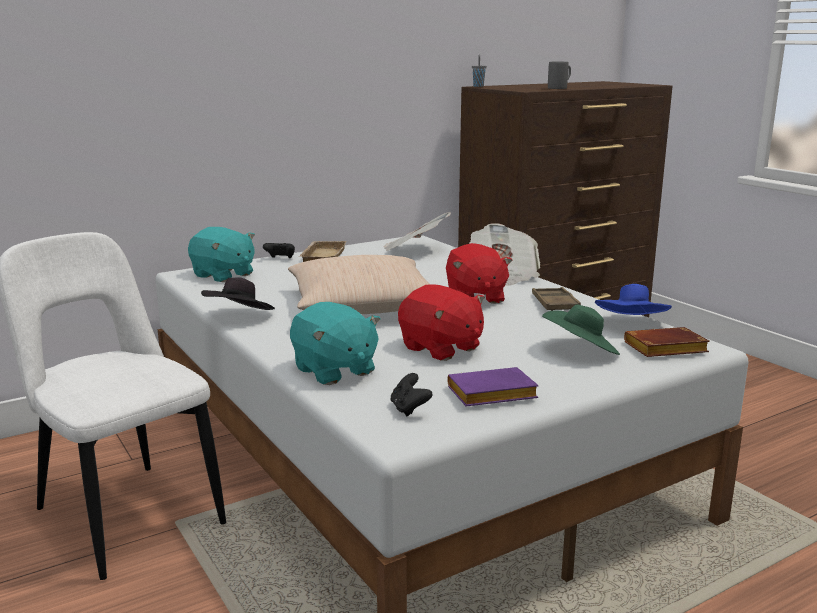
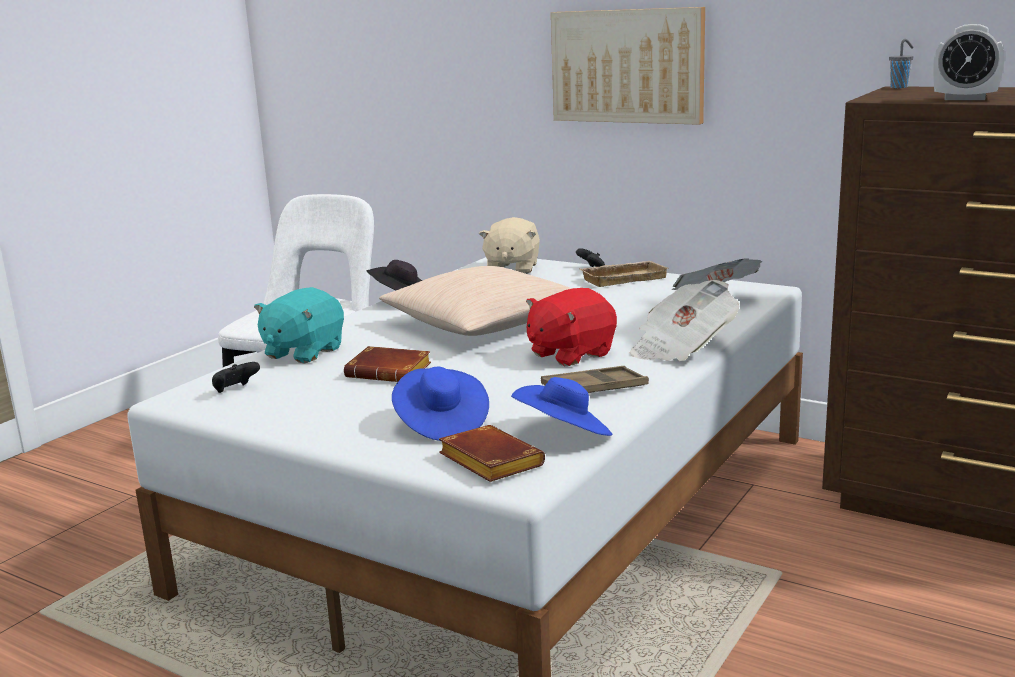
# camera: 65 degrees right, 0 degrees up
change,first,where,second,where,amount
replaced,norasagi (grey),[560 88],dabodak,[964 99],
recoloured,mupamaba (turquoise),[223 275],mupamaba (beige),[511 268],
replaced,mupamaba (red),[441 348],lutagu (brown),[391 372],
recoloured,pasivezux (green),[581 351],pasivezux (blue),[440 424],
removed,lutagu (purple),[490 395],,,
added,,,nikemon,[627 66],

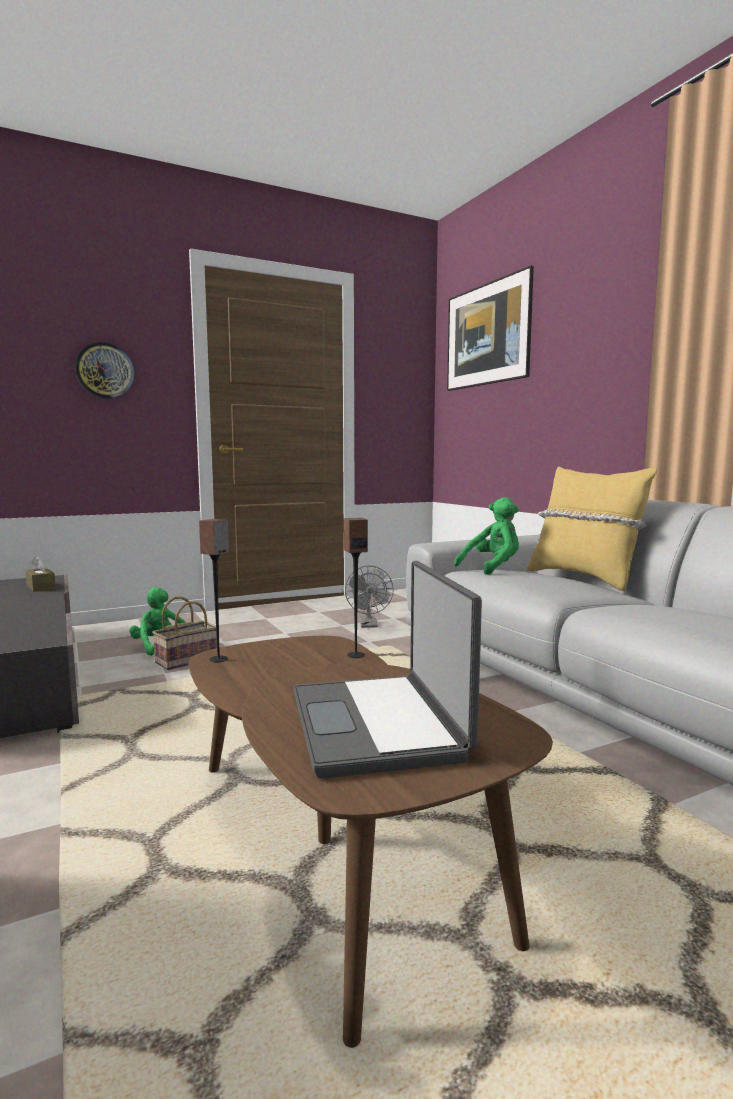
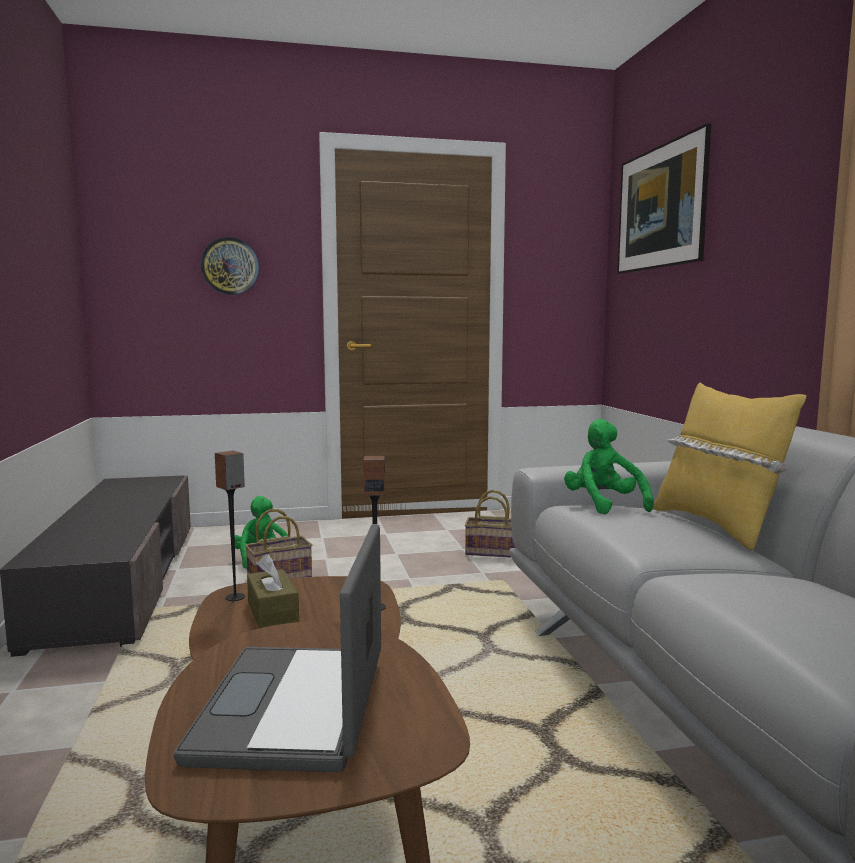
# camera: 15 degrees right, 0 degrees up
change,first,where,second,where,amount
turned,mupamaba (green),[492 568],,[603 505],90 degrees counterclockwise
moved,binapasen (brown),[41 587],,[272 612],
replaced,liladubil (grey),[369 625],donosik,[494 551],

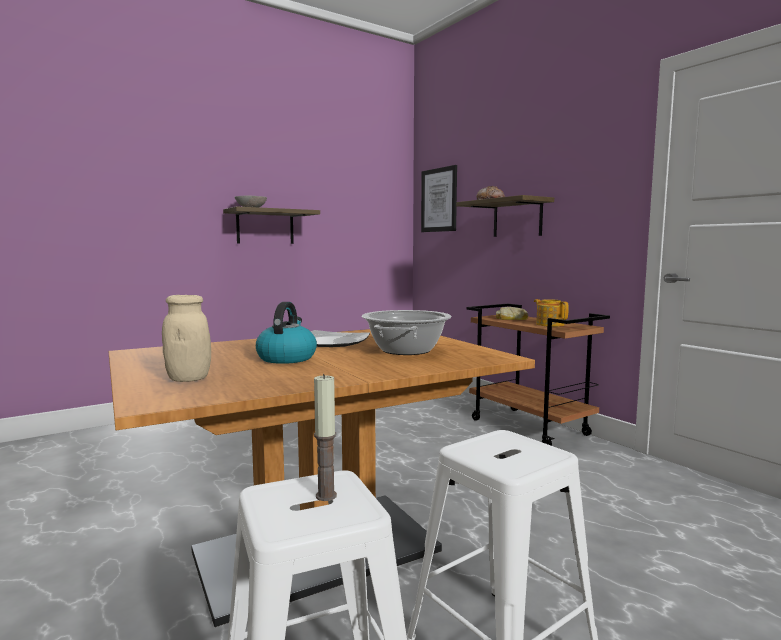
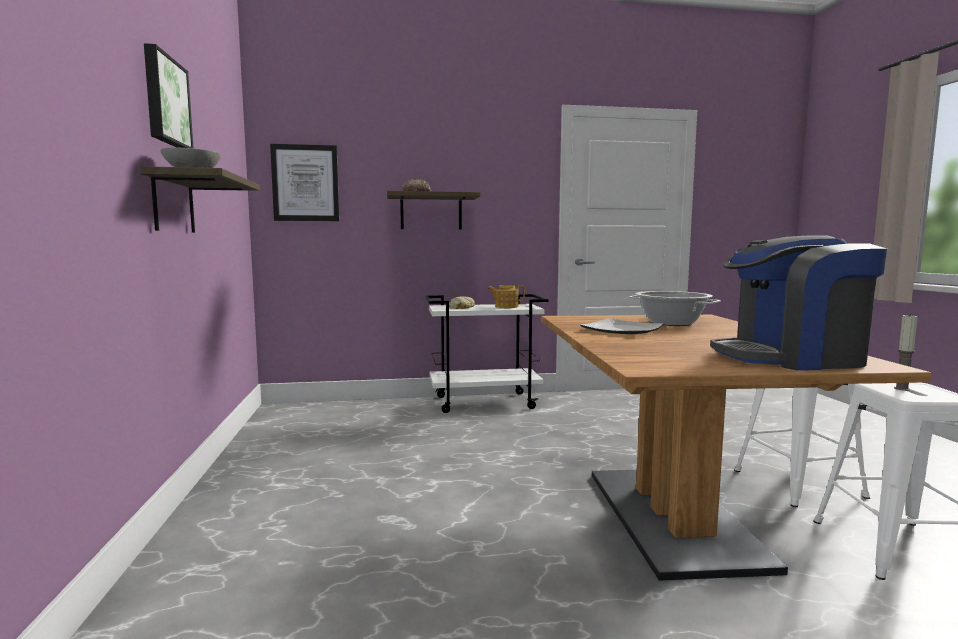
# camera: 65 degrees left, 0 degrees up
change,first,where,second,where,amount
replaced,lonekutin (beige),[188 379],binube,[791 358],
removed,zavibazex,[286 358],,,
recoloured,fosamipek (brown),[530 427],fosamipek (white),[485 402],
added,,,nikemon,[165 101],

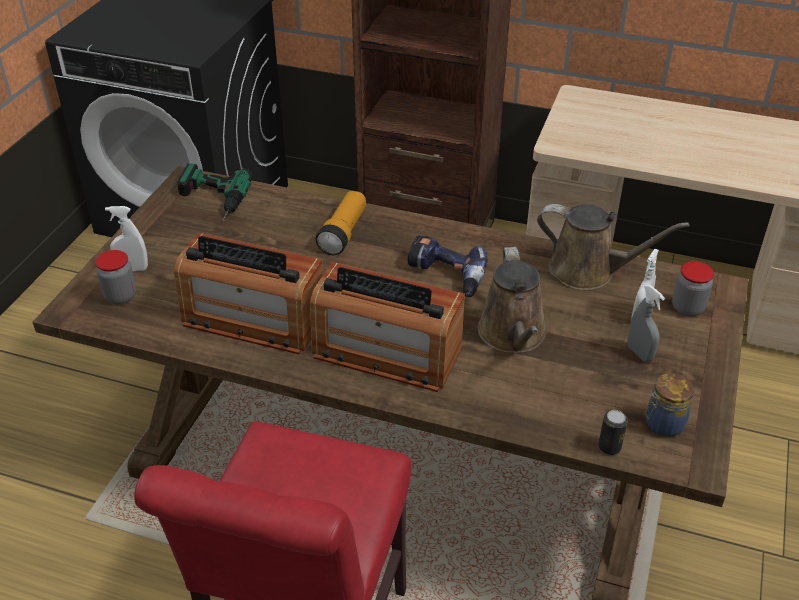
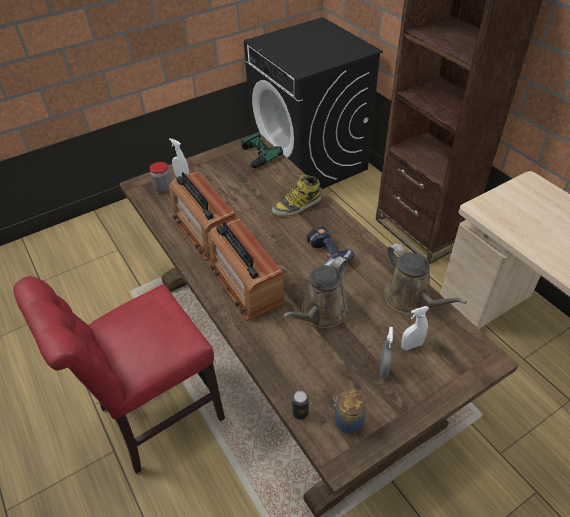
# camera: 40 degrees right, 5 degrees up
change,first,where,second,where,amount
replaced,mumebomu,[343 233],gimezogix,[297 206],
removed,lonekutin,[687 308],,,

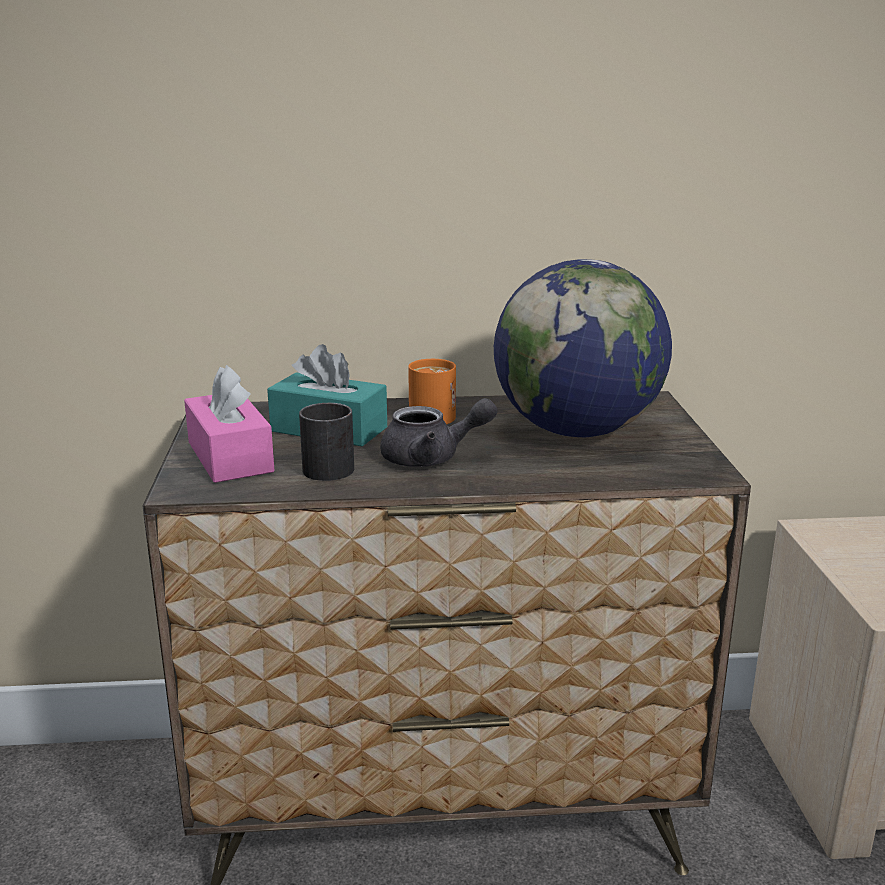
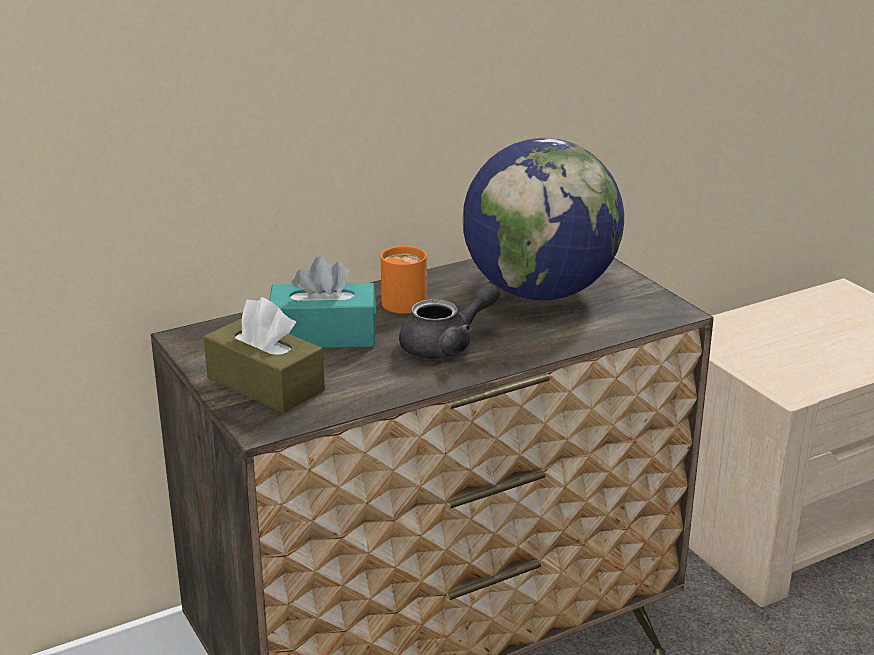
# camera: 25 degrees left, 5 degrees up
change,first,where,second,where,amount
recoloured,binapasen (pink),[230 457],binapasen (brown),[265 384],
removed,norasagi (black),[331 465],,,

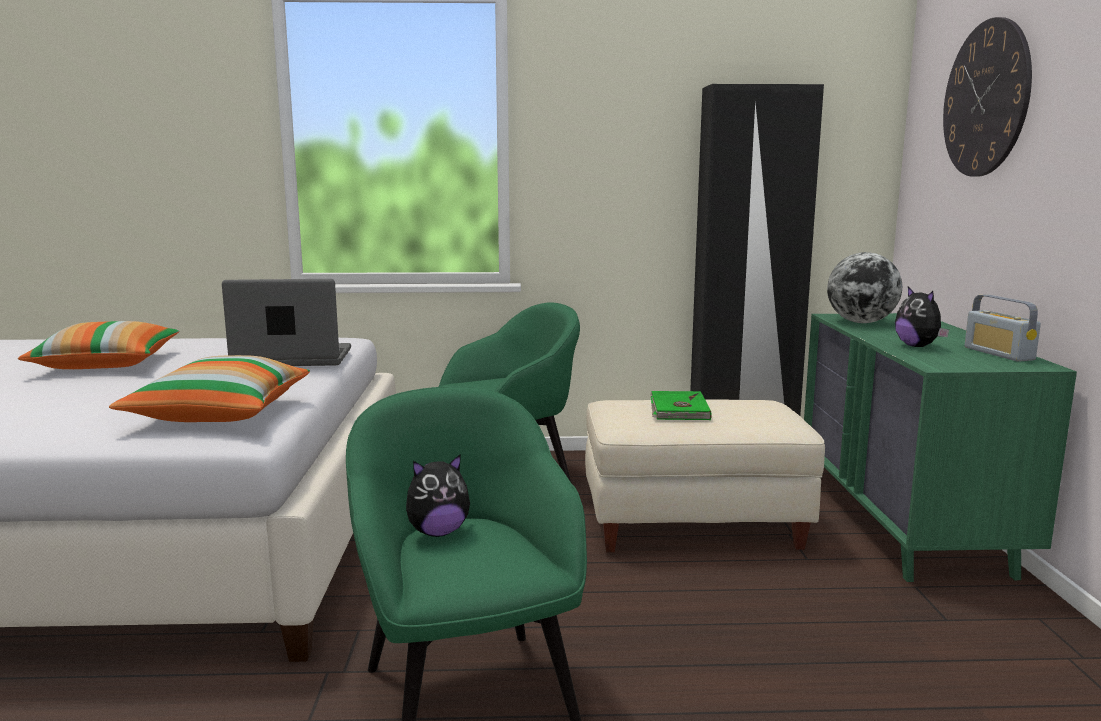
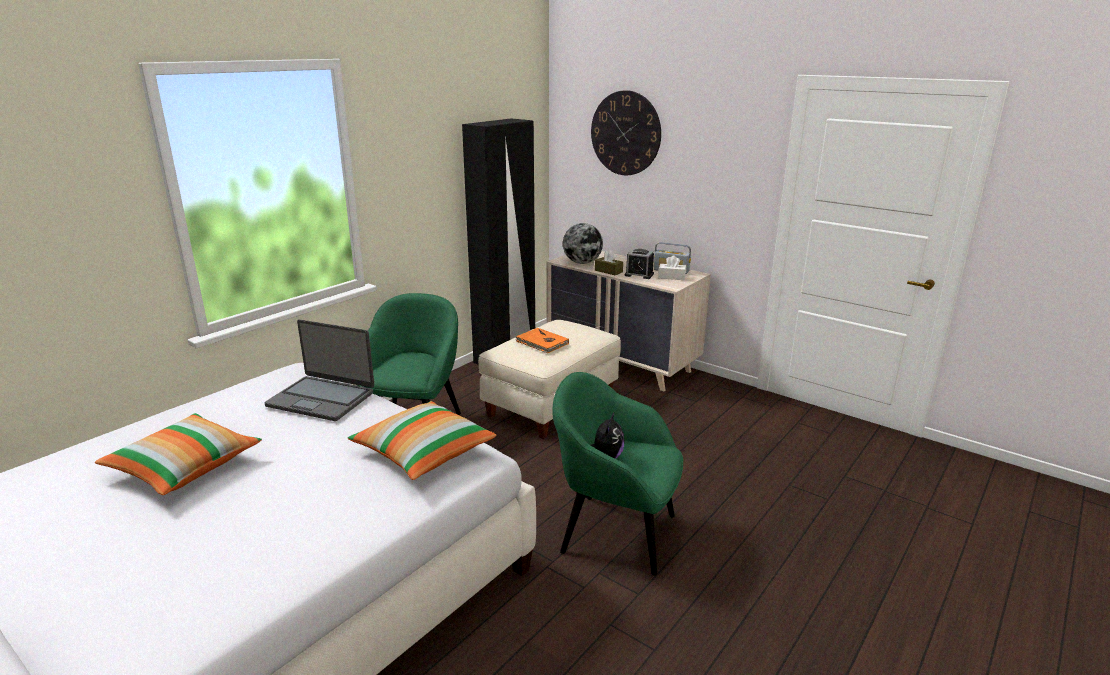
# camera: 50 degrees left, 10 degrees up
change,first,where,second,where,amount
turned,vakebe,[293 358],,[322 399],105 degrees counterclockwise
replaced,mupamaba,[918 346],dabodak,[639 275],
recoloured,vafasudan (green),[903 523],vafasudan (beige),[622 363],
recoloured,lutagu (green),[678 409],lutagu (orange),[542 343],
added,,,binapasen (brown),[608 271],
added,,,binapasen (white),[671 277],

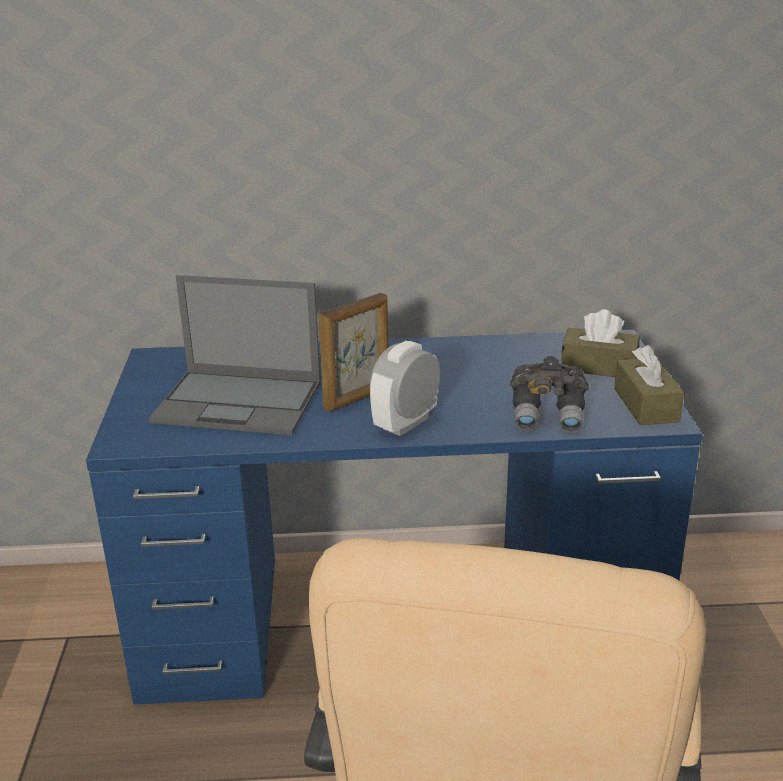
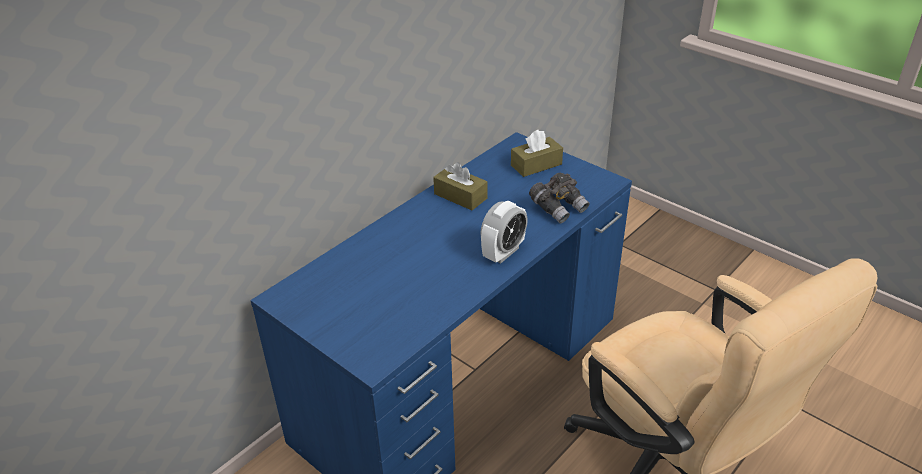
# camera: 45 degrees left, 10 degrees up
change,first,where,second,where,amount
removed,vakebe,[240 402],,,
removed,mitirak,[357 398],,,
turned,dabodak,[406 423],,[503 252],135 degrees counterclockwise
moved,binapasen (brown),[646 405],,[460 196],

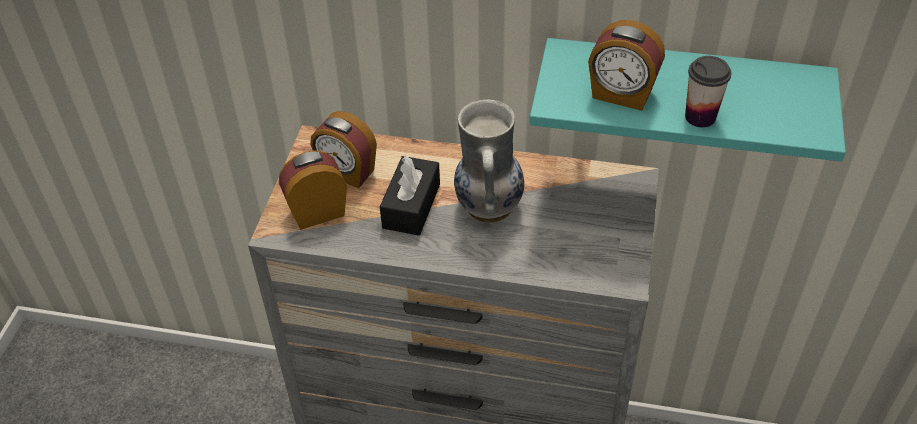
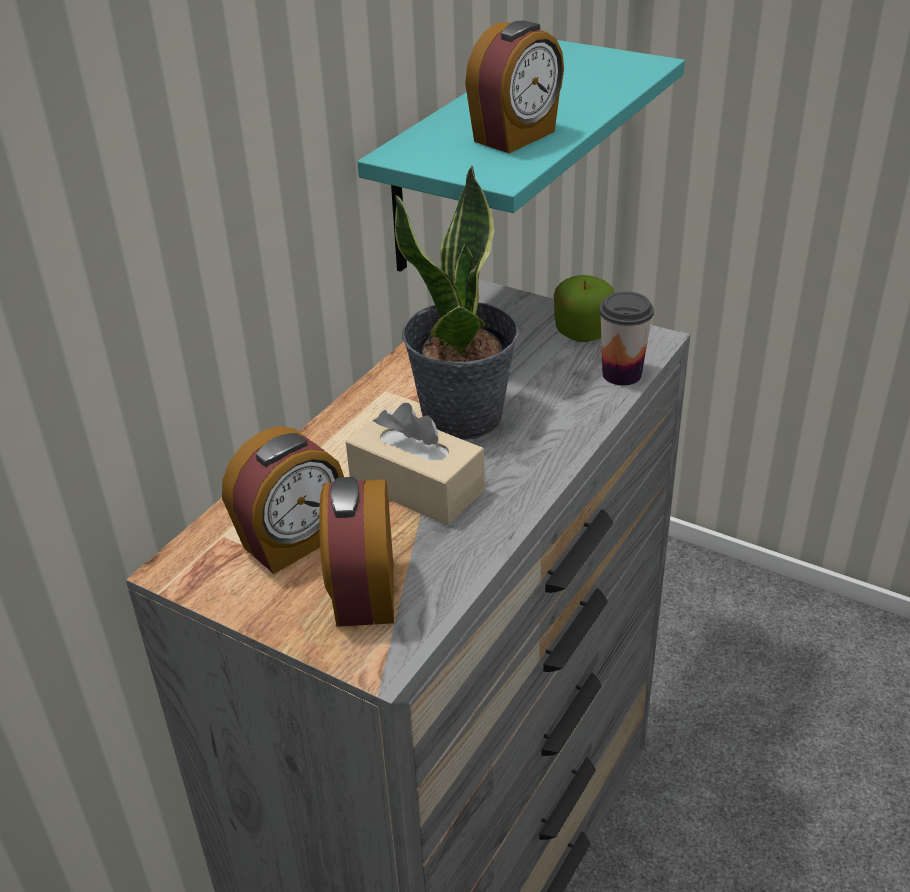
# camera: 70 degrees left, 10 degrees down
change,first,where,second,where,amount
moved,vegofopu,[700 117],,[621 374],
replaced,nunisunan,[487 207],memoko,[463 416],
recoloured,binapasen (black),[411 206],binapasen (beige),[416 486],
added,,,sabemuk,[583 332],

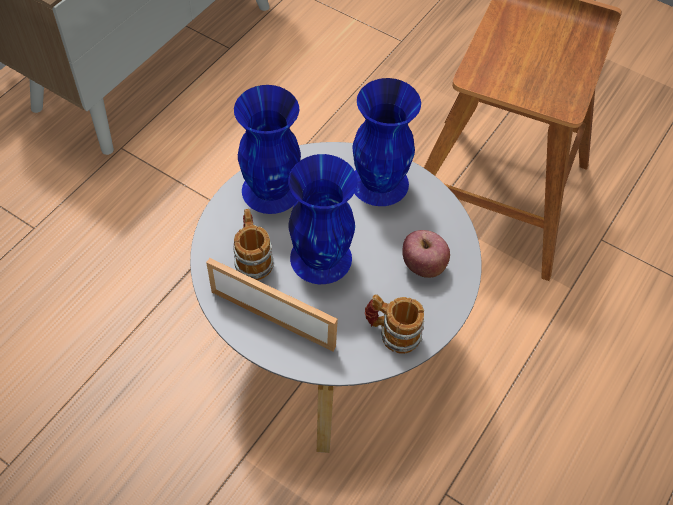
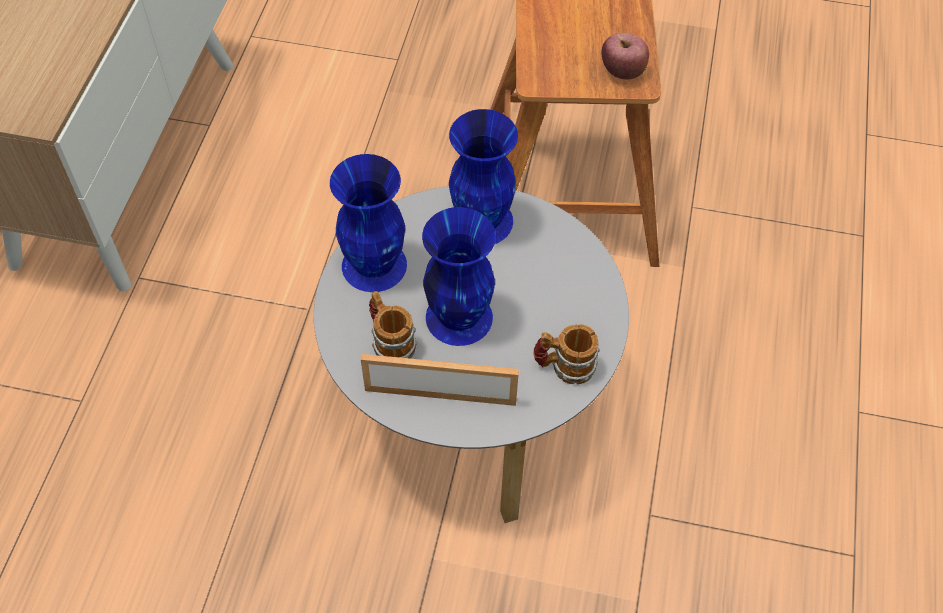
# camera: 20 degrees left, 0 degrees up
change,first,where,second,where,amount
moved,sabemuk,[423 266],,[622 72],

